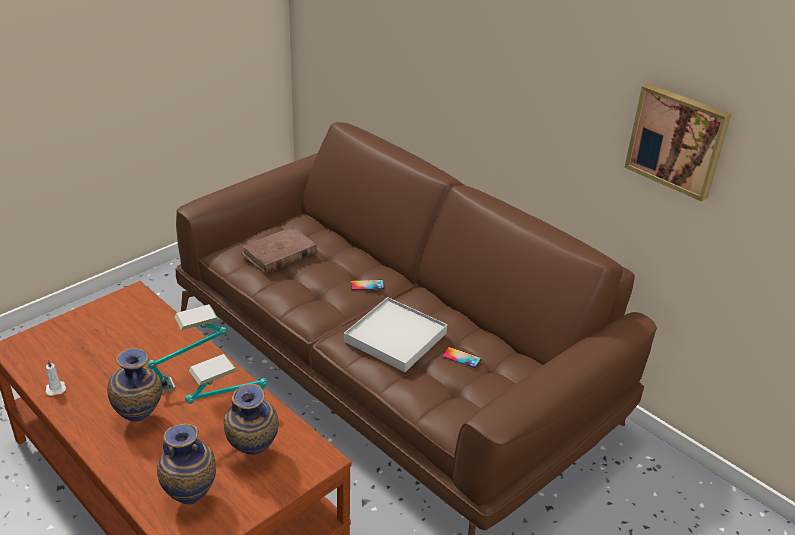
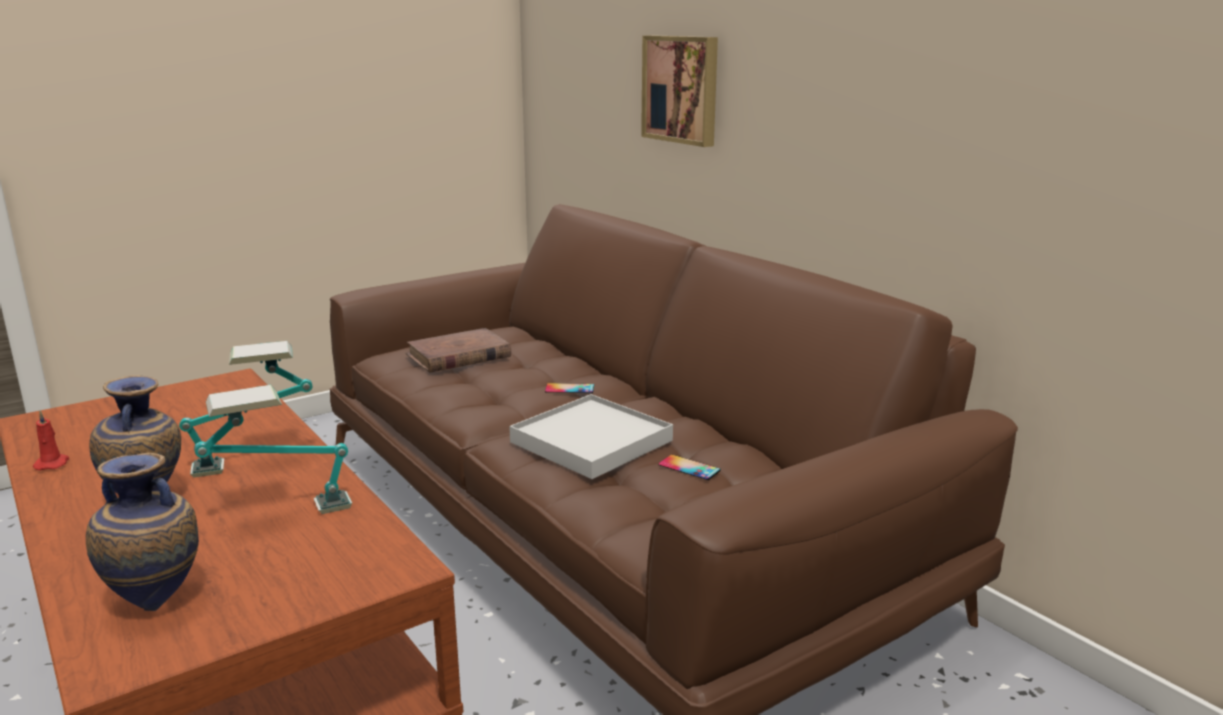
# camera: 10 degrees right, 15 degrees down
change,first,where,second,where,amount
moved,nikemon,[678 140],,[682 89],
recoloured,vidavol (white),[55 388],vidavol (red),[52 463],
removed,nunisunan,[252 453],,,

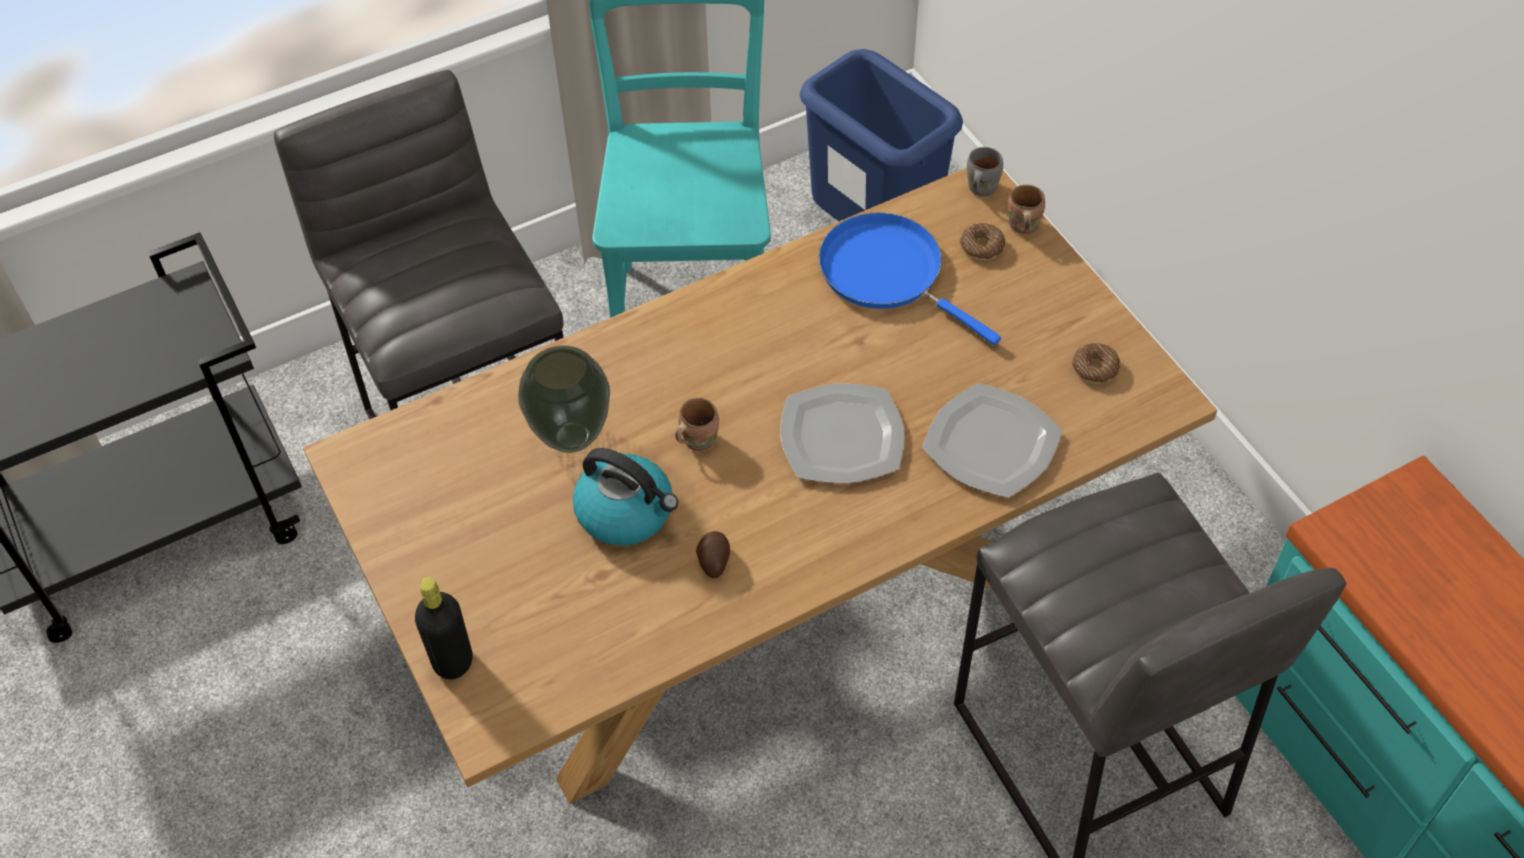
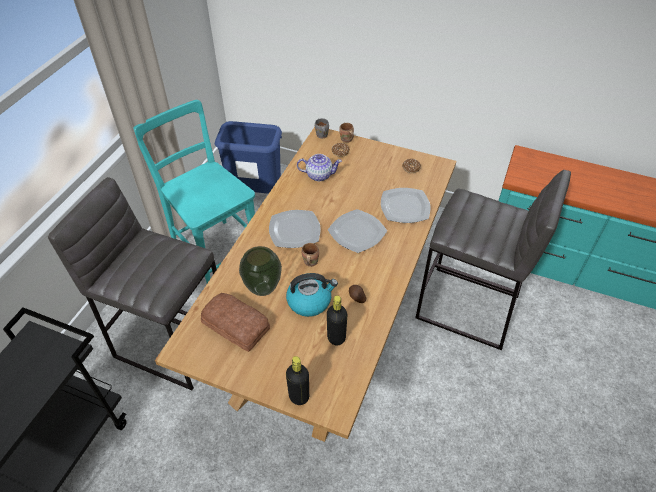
# camera: 40 degrees left, 5 degrees down
change,first,where,second,where,amount
replaced,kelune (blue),[888 273],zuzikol,[319 175],
added,,,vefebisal,[294 231],
added,,,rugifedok,[236 324],
added,,,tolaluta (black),[336 337],

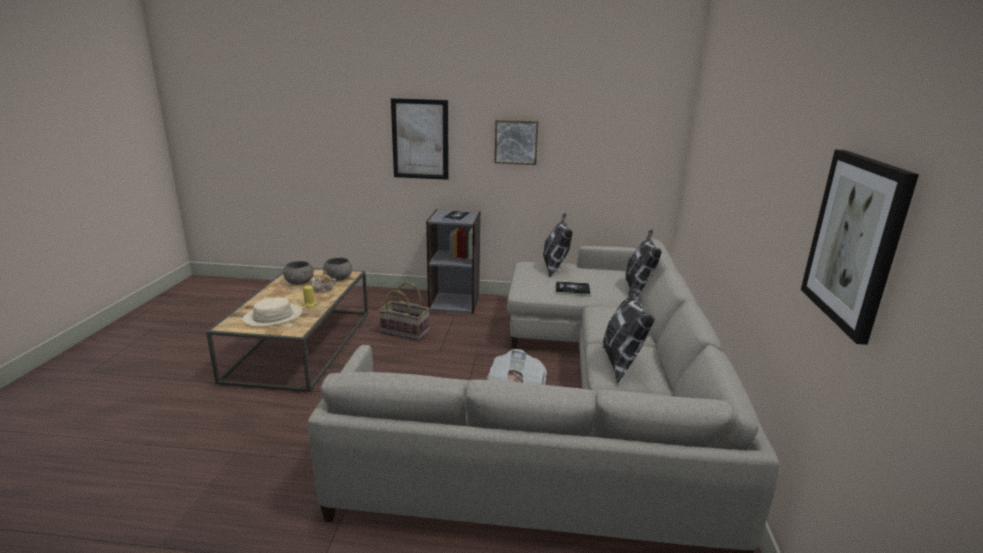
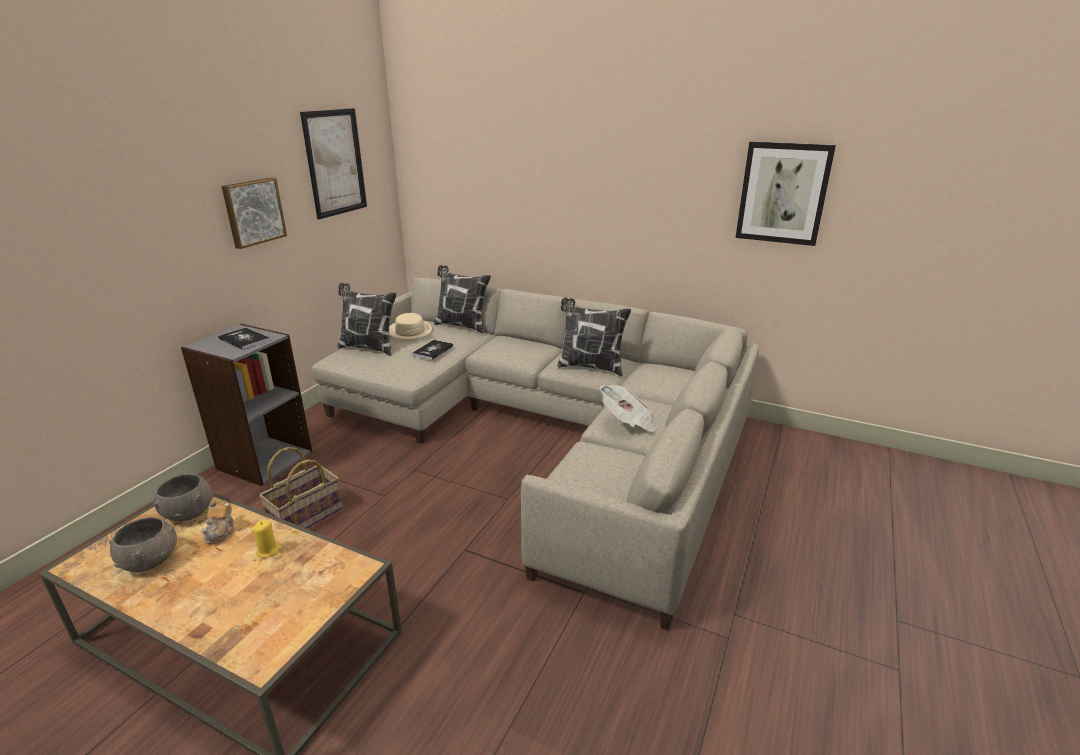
# camera: 70 degrees left, 5 degrees up
change,first,where,second,where,amount
moved,nikemon,[420 139],,[335 163],
moved,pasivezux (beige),[273 317],,[410 331],

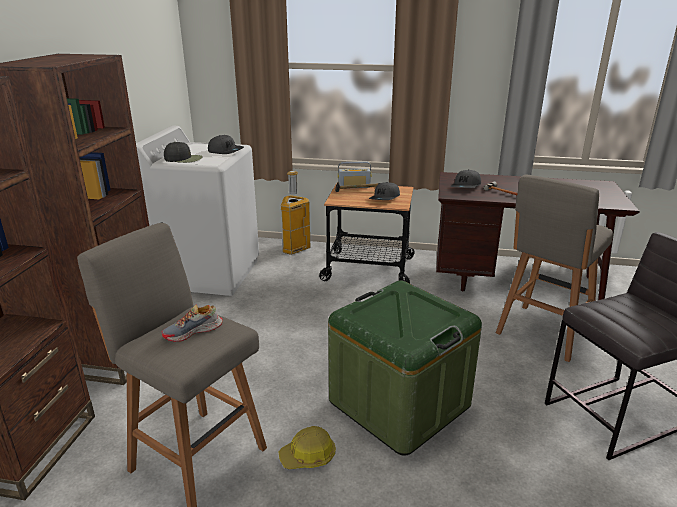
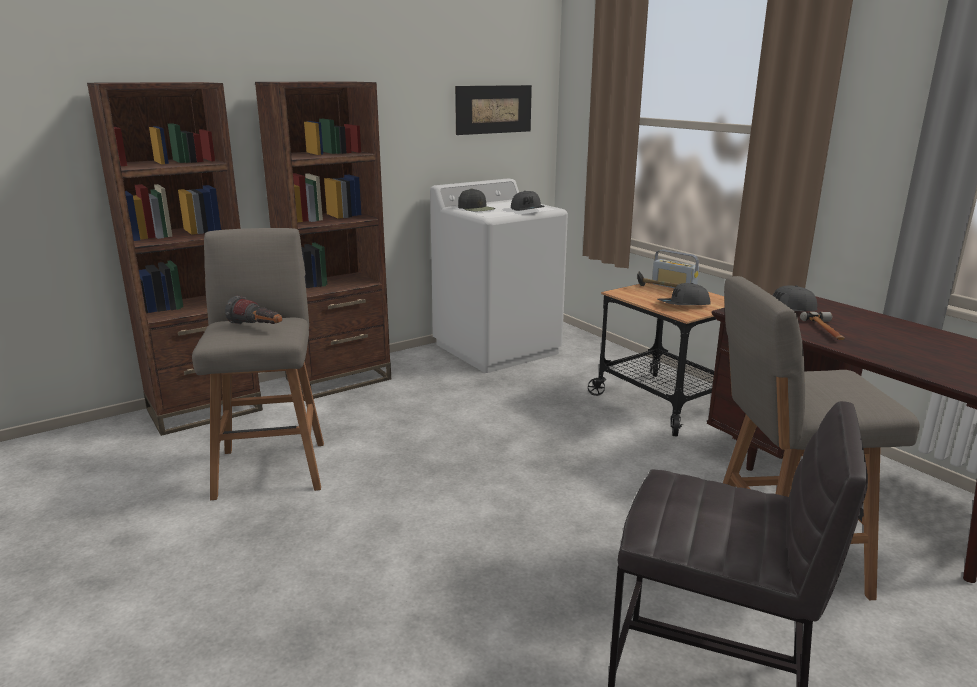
# camera: 45 degrees right, 5 degrees down
change,first,where,second,where,amount
removed,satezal,[294 249],,,
removed,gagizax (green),[399 403],,,
replaced,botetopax,[193 332],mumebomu,[258 328],
removed,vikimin,[308 456],,,
added,,,nikemon,[493 109],

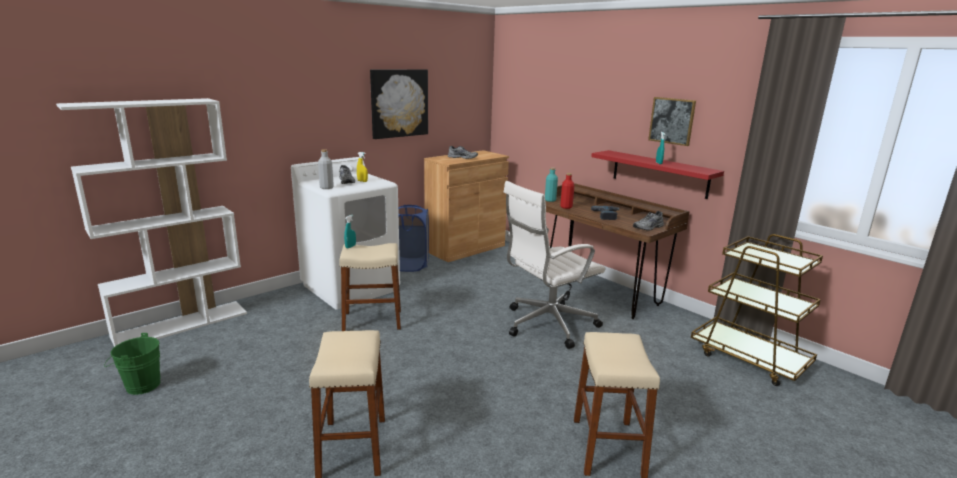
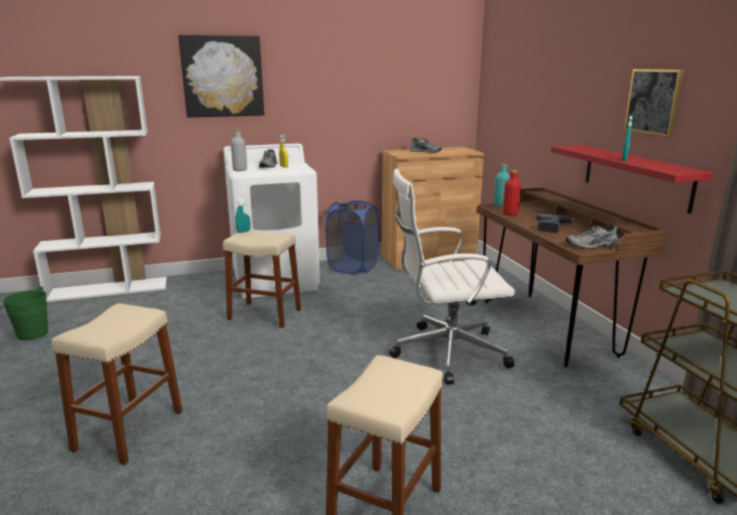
# camera: 25 degrees right, 0 degrees up
change,first,where,second,where,amount
moved,nikemon,[399 103],,[222 76],

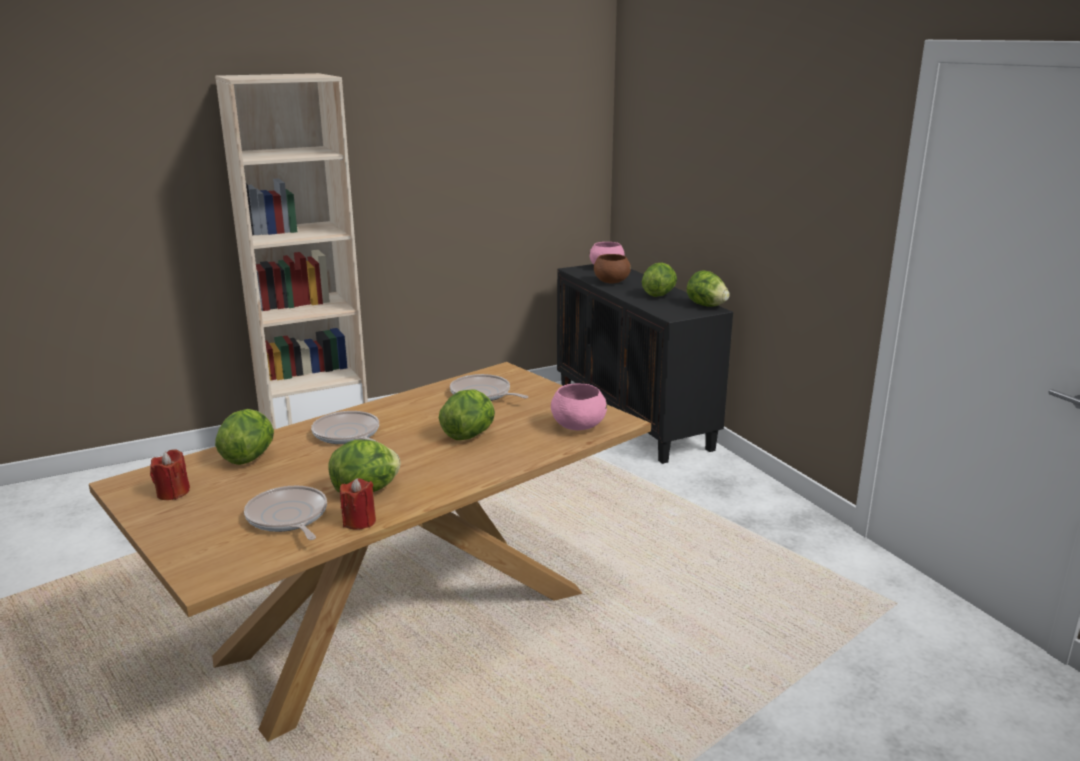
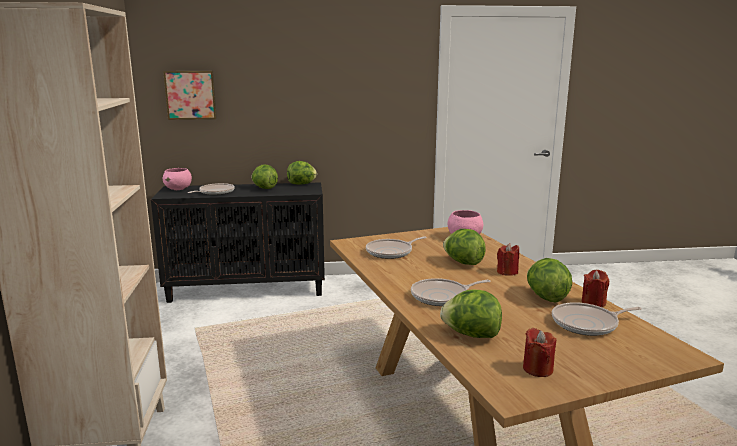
# camera: 70 degrees left, 5 degrees down
change,first,where,second,where,amount
replaced,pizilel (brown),[611 282],kelune,[215 192],
added,,,nikemon,[191 95],
added,,,vidavol (red),[507 272],

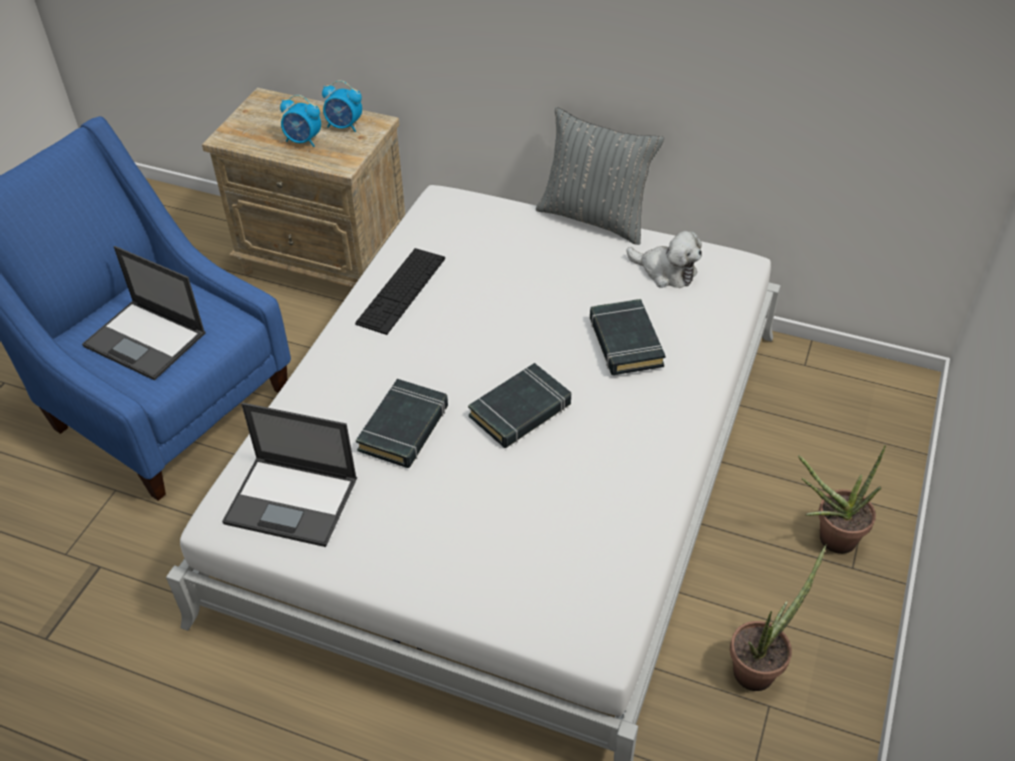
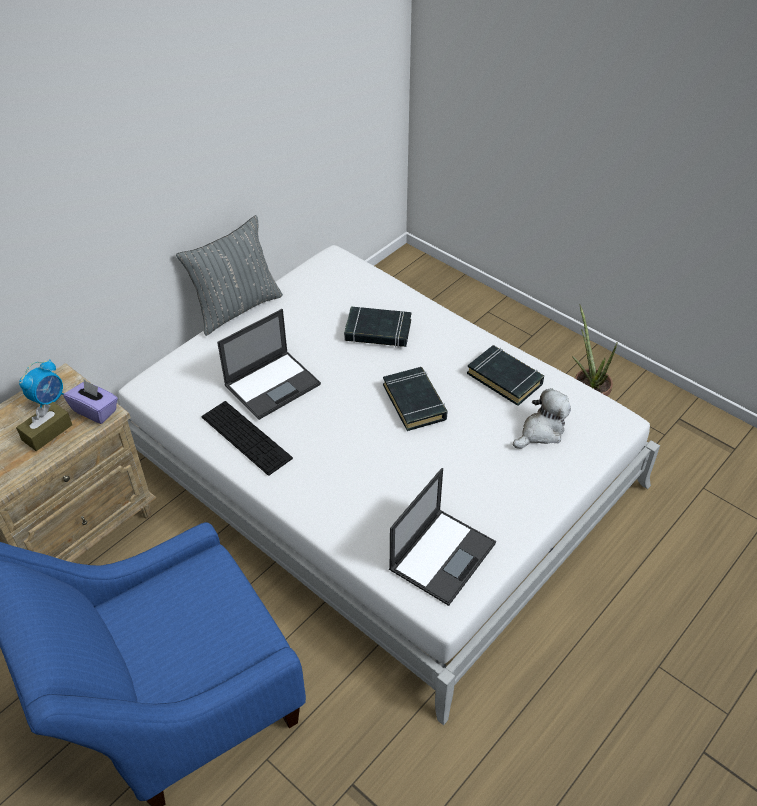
# camera: 70 degrees left, 0 degrees up
change,first,where,second,where,amount
replaced,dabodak,[303 141],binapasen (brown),[47 432],
moved,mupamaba,[666 271],,[541 431],
moved,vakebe,[146 340],,[273 384],
moved,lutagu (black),[404 428],,[505 378],
removed,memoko,[829 539],,,
added,,,binapasen (purple),[95 410],

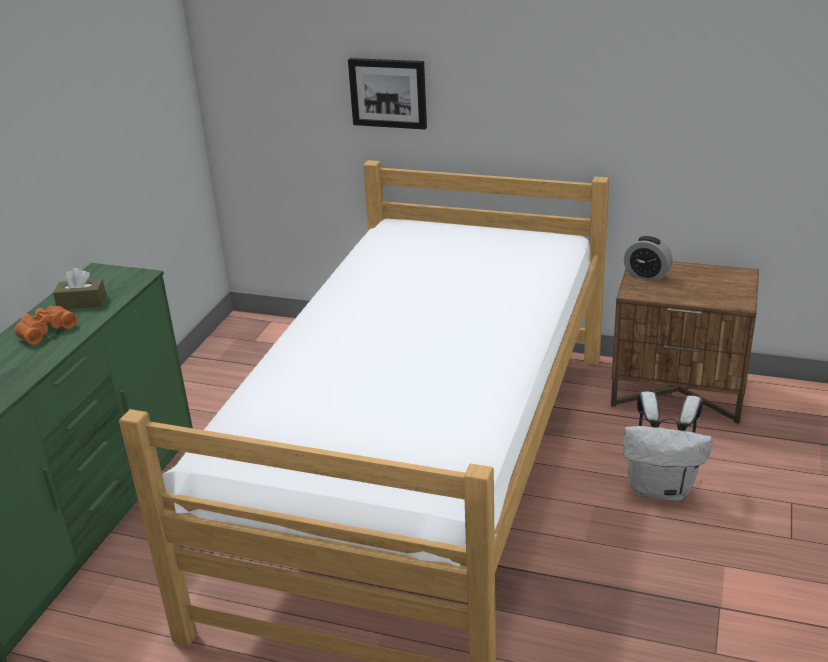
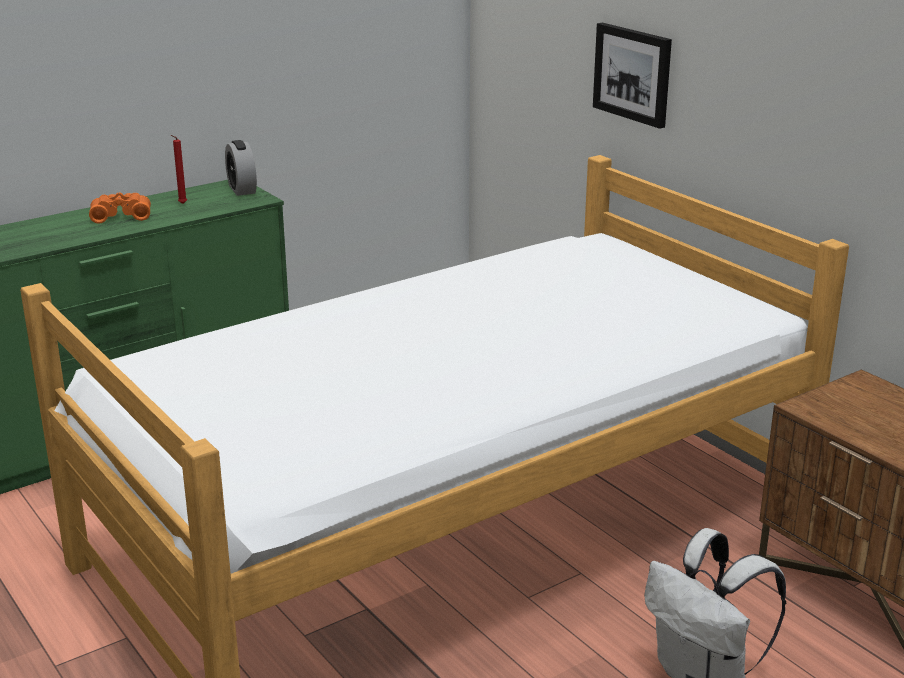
# camera: 35 degrees right, 5 degrees down
change,first,where,second,where,amount
moved,dabodak,[646 275],,[242 189],
replaced,binapasen (brown),[82 302],vidavol (red),[181 204],

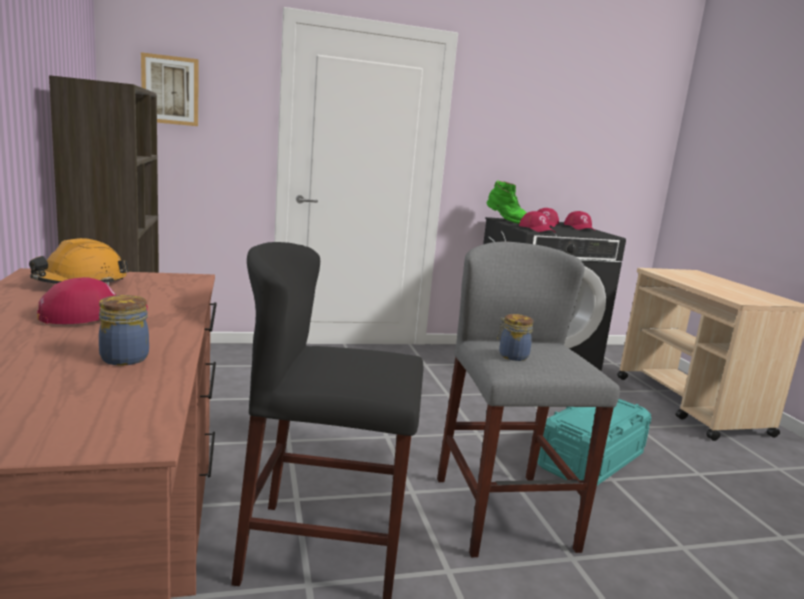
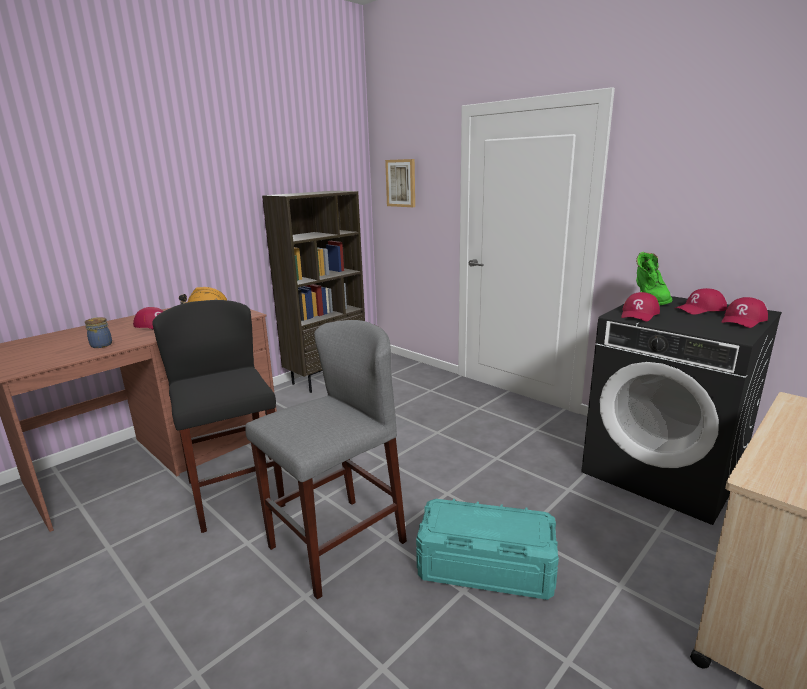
# camera: 60 degrees right, 5 degrees up
change,first,where,second,where,amount
removed,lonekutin,[512 356],,,

